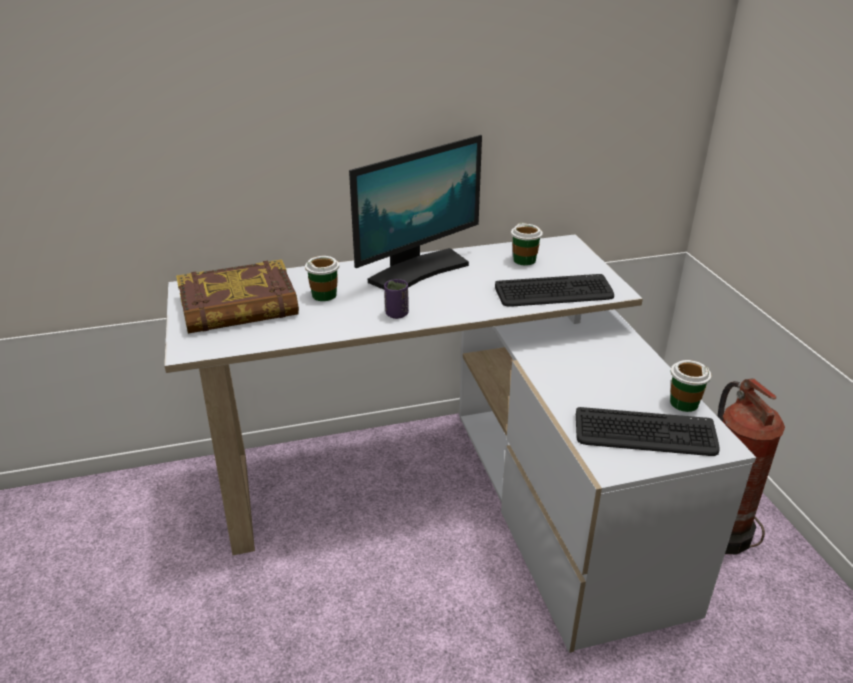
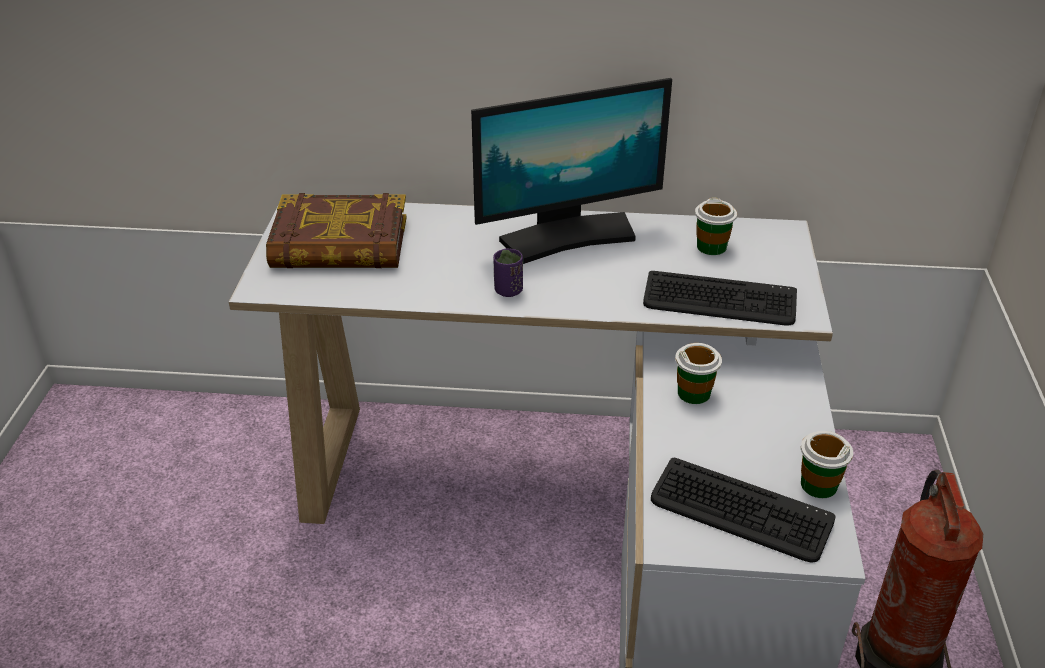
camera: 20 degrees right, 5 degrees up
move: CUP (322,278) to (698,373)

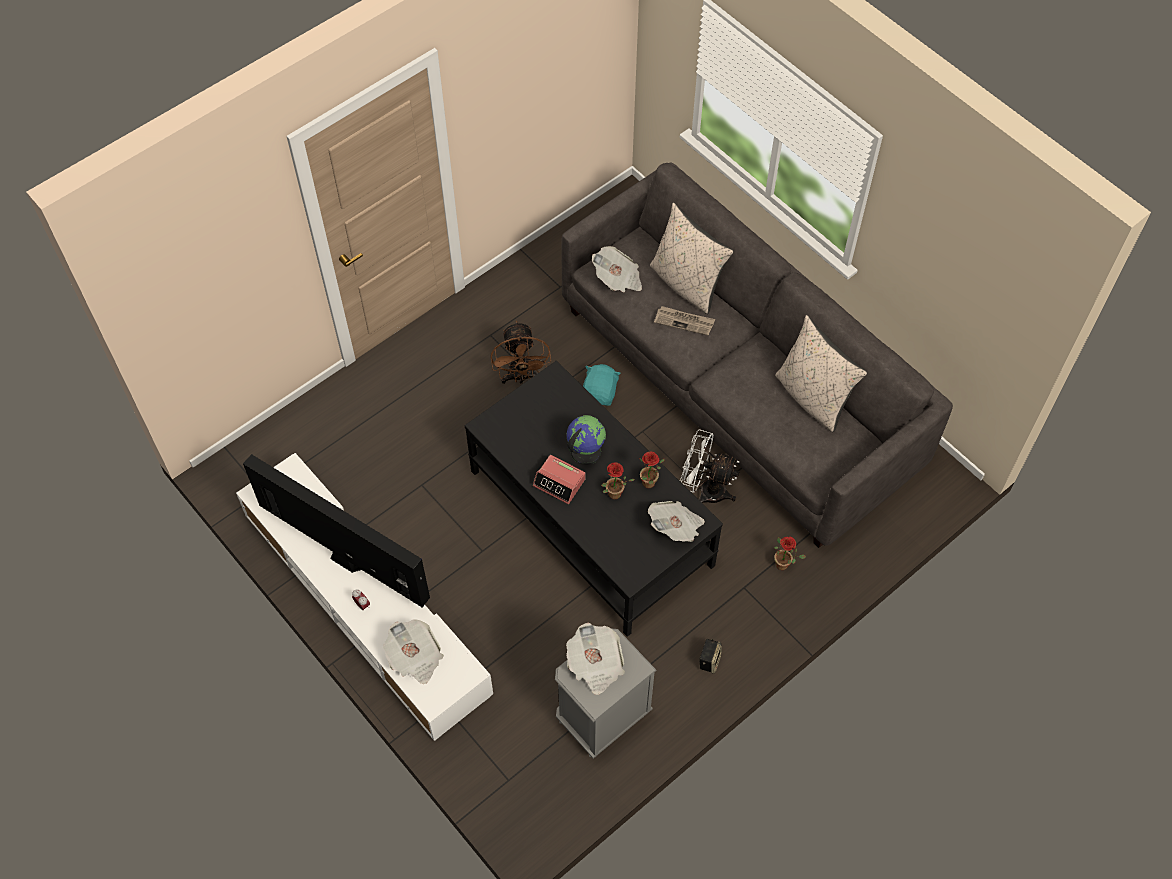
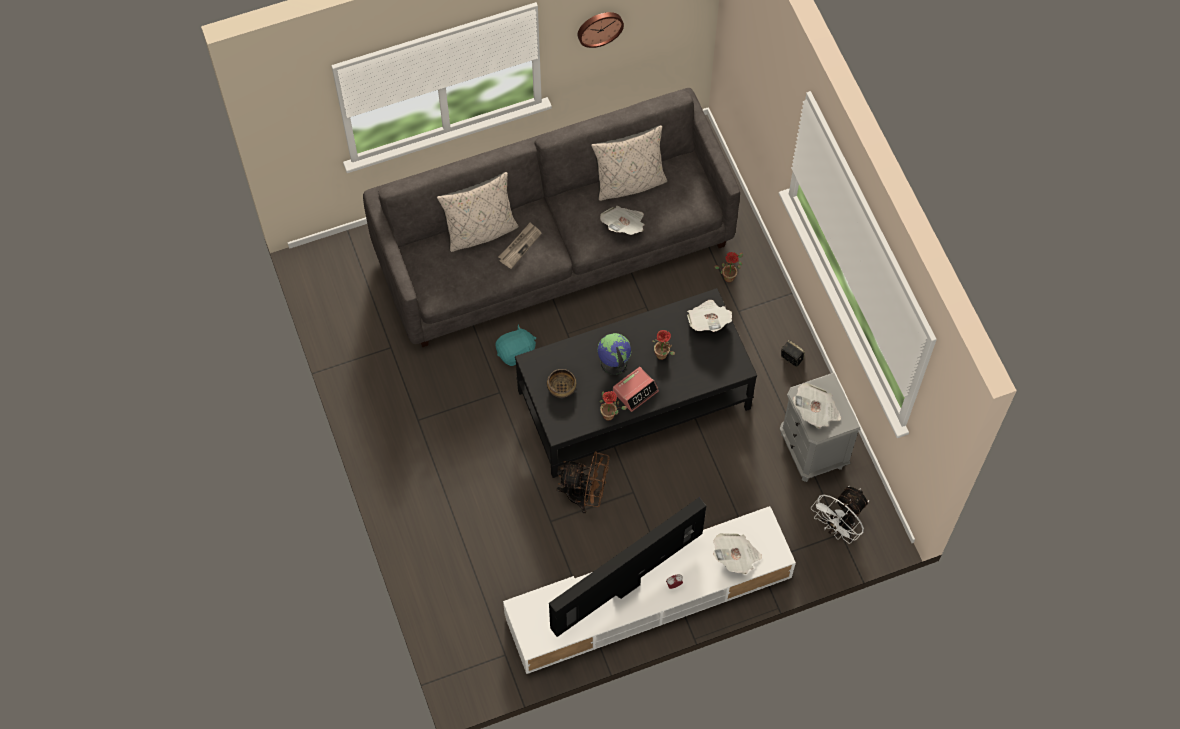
camera: 70 degrees left, 5 degrees up
insert: CLOCK ON THE WALL (601,30); SERVING BOWL (562,383)
move: PRINTED PAPER (617,269) to (622,220); BROWNISH FAN (521,352) to (583,482); WHITE-COLOURED FAN (709,466) to (840,515); PLANT IN A POT (652,470) to (613,406)
rotate: BLUE-GREEN SOFT TOY (602,385) = (516,345) 120 degrees clockwise

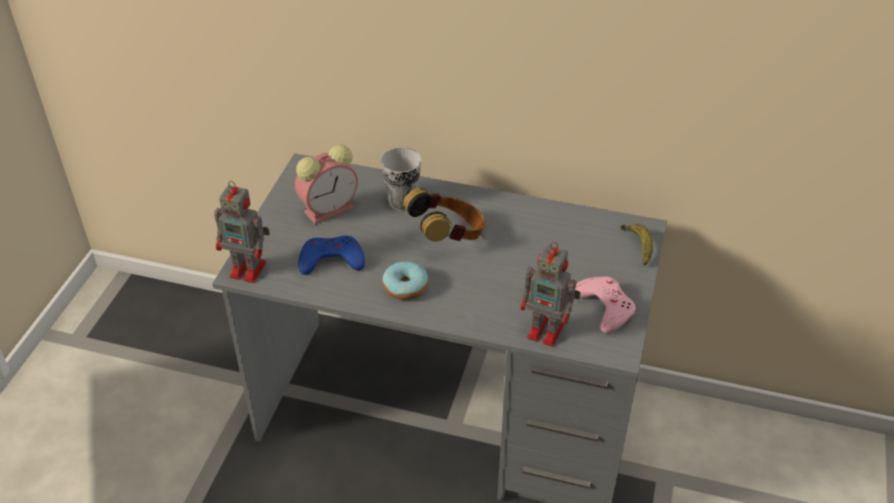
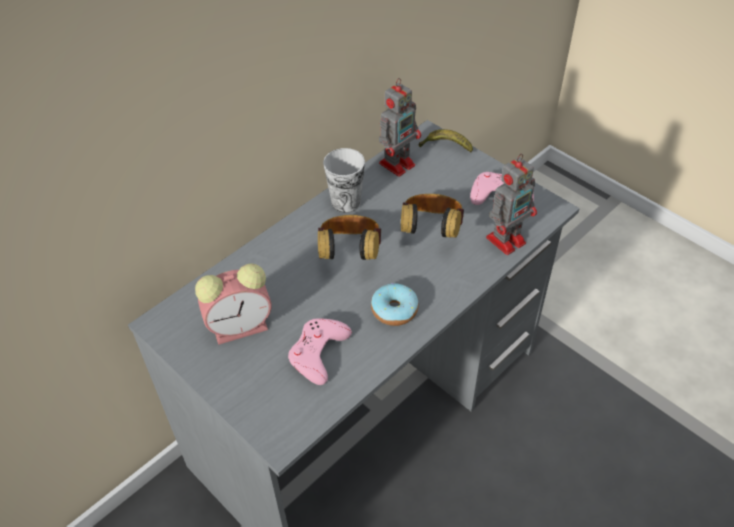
camera: 60 degrees left, 5 degrees up
insert: HEADSET (432,216)
move: CUP (401,179) to (344,180); MODEL ROBOT (242,232) to (400,127)
recolor: BLUE-COLOURED GAMEPAD (331,255) to PINKISH GAMEPAD (320,351)
rotate: TABLE CLOCK (326,185) = (233,304) 75 degrees clockwise

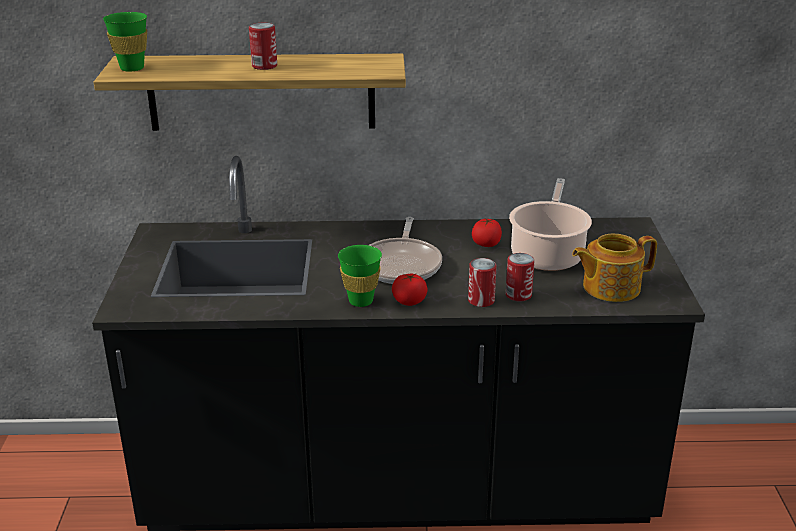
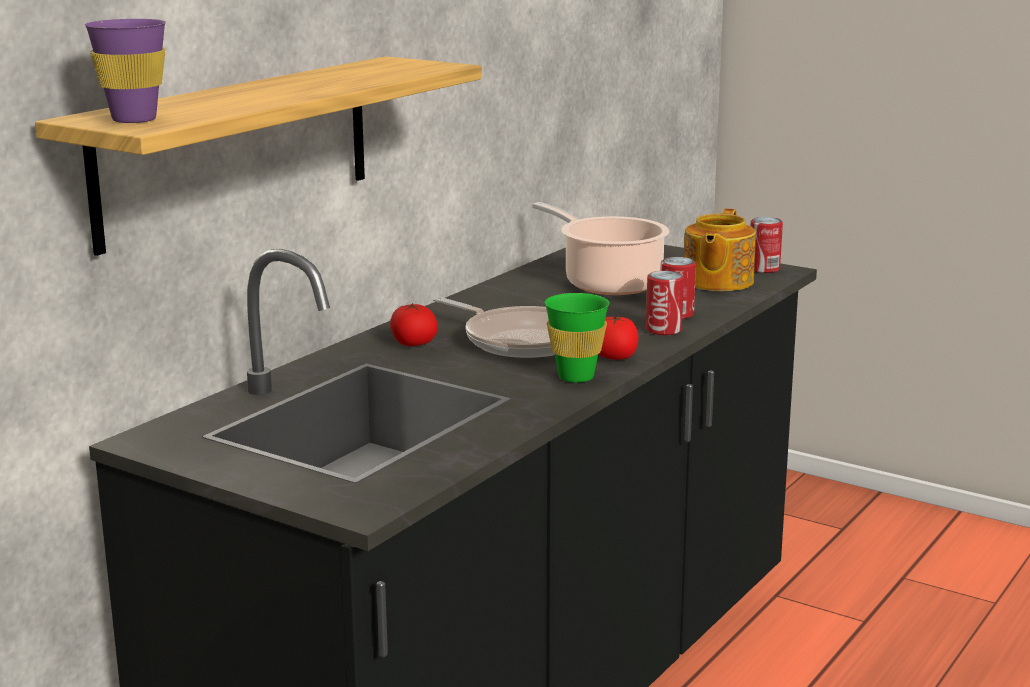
camera: 55 degrees left, 10 degrees down
move: METAL CAN (263,46) to (767,245); WHOLE TOMATO (487,232) to (414,324)
recolor: GREEN-COLOURED CUP (125,42) to PURPLE CUP (125,71)

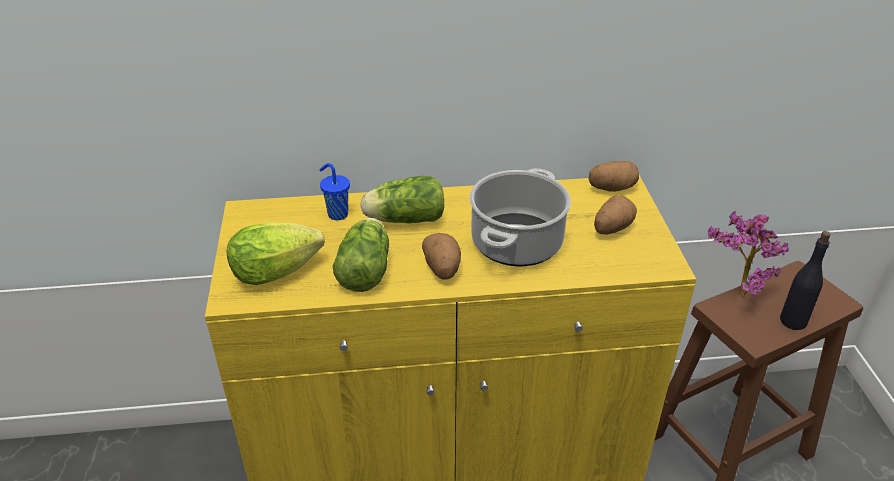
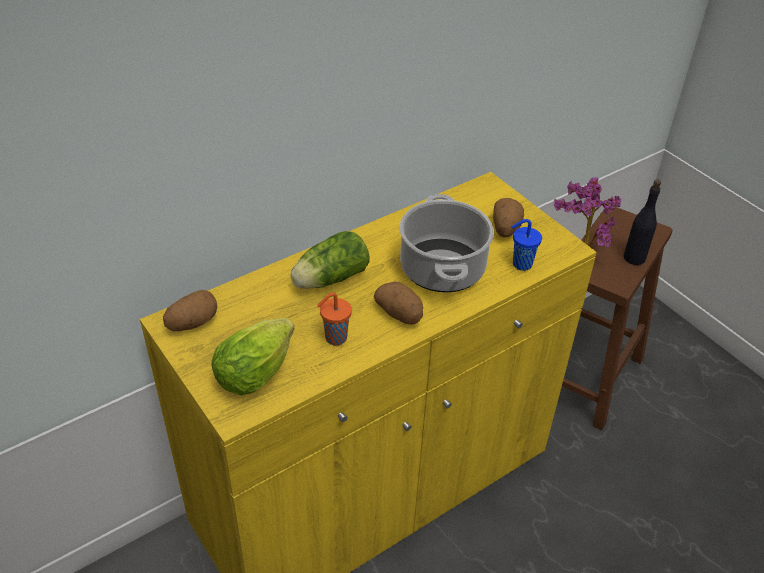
camera: 30 degrees left, 5 degrees up
move: WHOLE POTATO (614,176) to (190,310); BLUE-COLOURED CUP (334,191) to (527,245)
replace: HEAD OF LETTUCE (361,255) to ORANGE CUP (334,319)

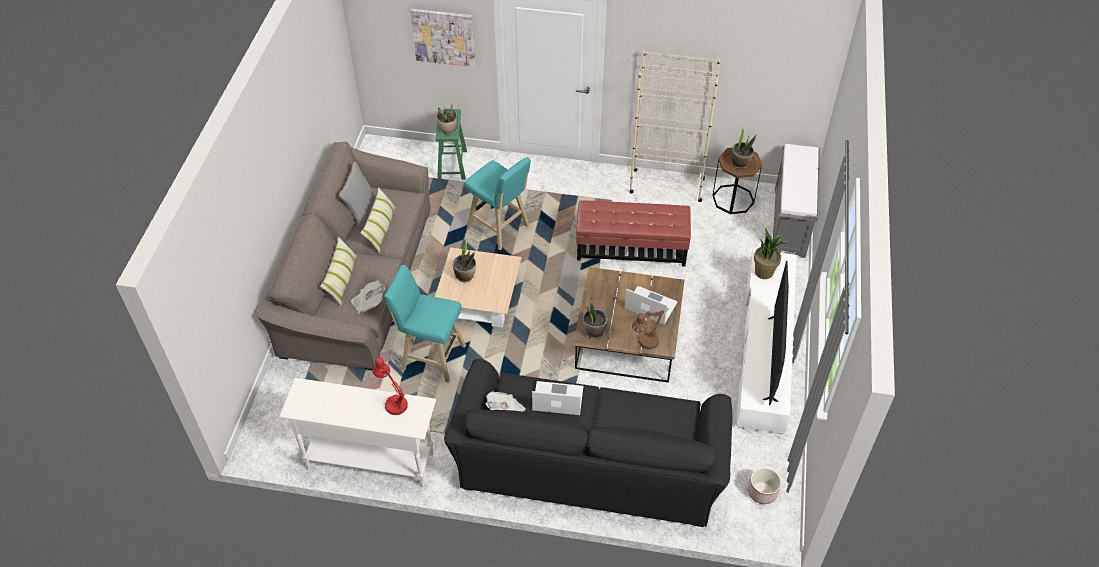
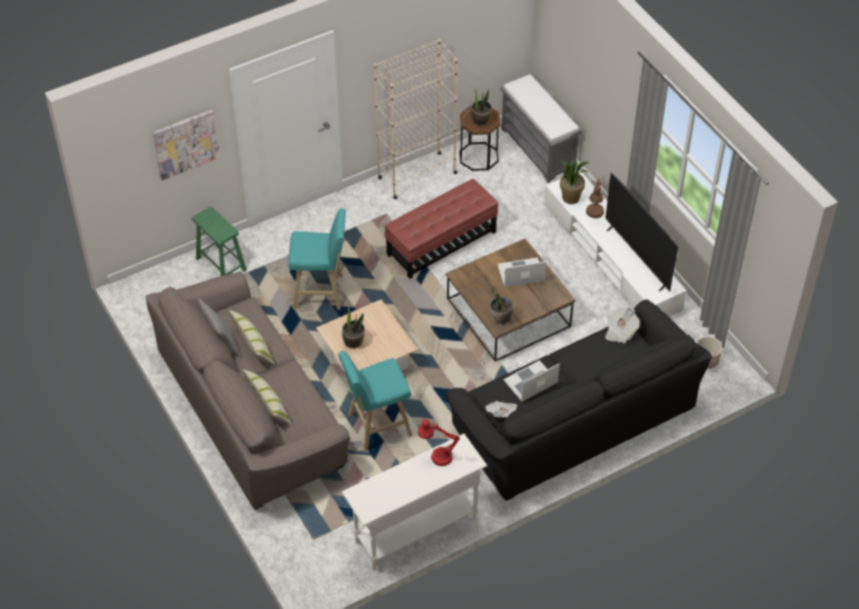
camera: 40 degrees left, 0 degrees up
delete: PLANT IN A POT (447,119)
move: PRINTED PAPER (368,297) to (622,325); BROWNISH LAMP FOR A TABLE (648,329) to (595,198)

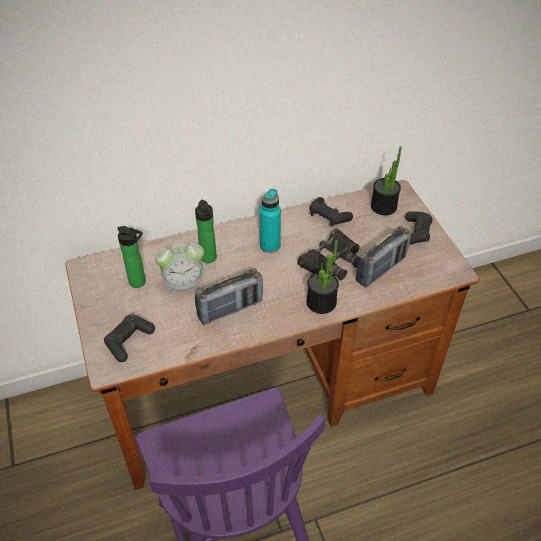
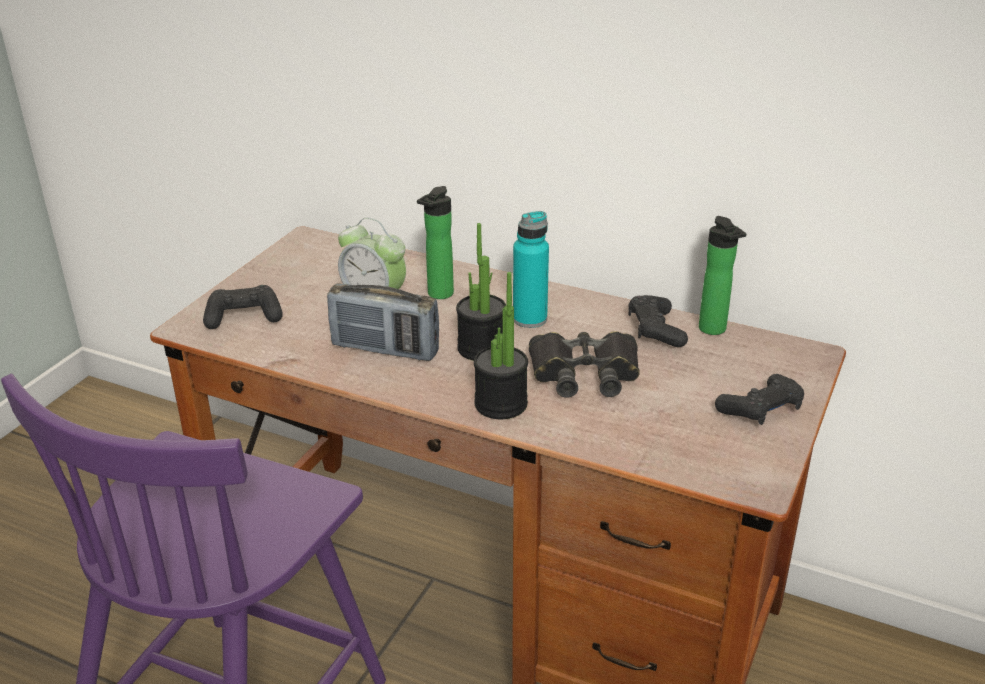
camera: 45 degrees right, 15 degrees down
delete: RADIO SET (383,256)
move: PLANT IN A POT (386,180) to (481,292); BEVERAGE BOTTLE (131,257) to (722,275)

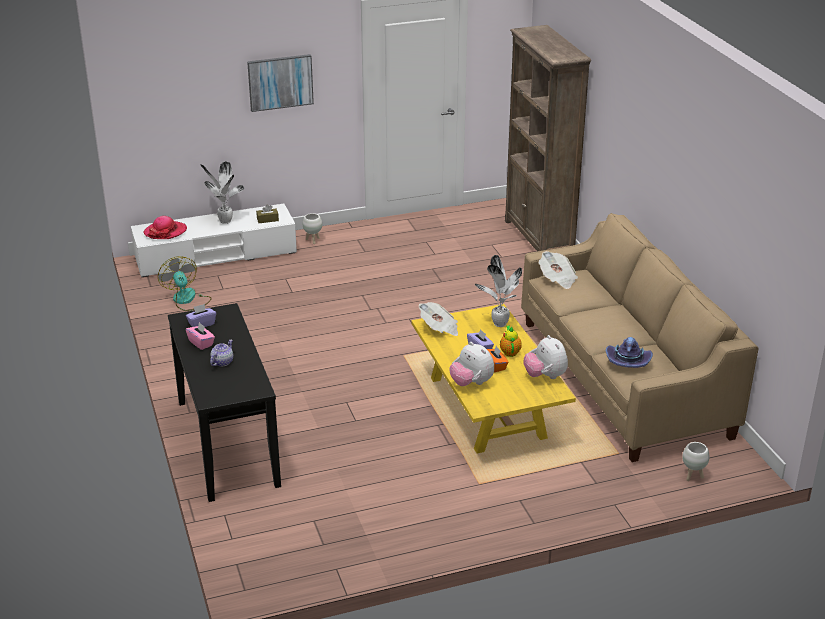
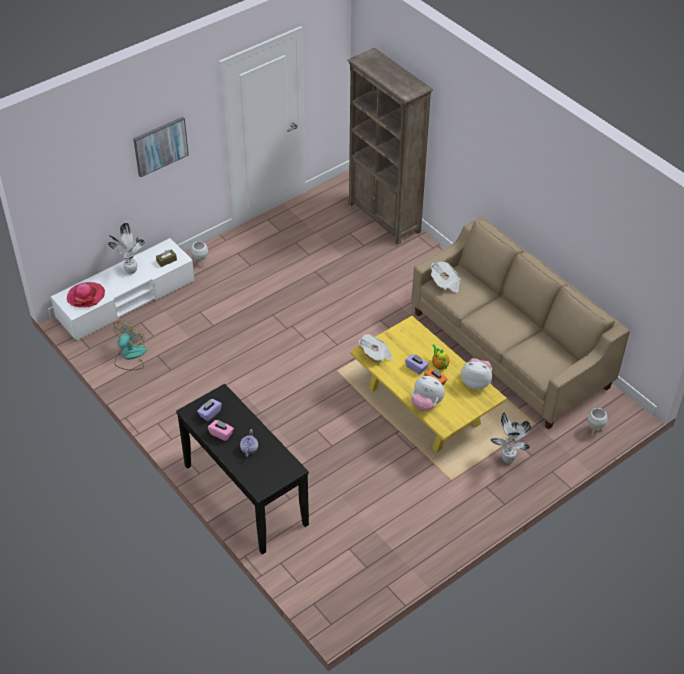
camera: 20 degrees left, 15 degrees up
delete: PURPLE HAT (629,352)
move: PLANT IN A POT (498,291) to (510,437)
rotate: FAN (185,283) = (130,345) 75 degrees clockwise; SOFT TOY (546,357) = (476,374) 150 degrees clockwise

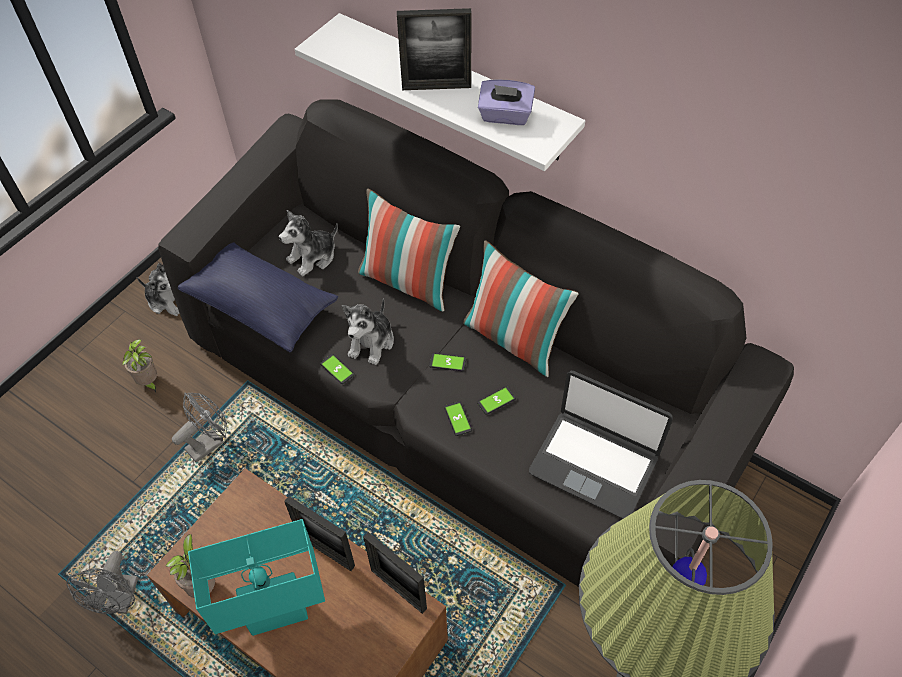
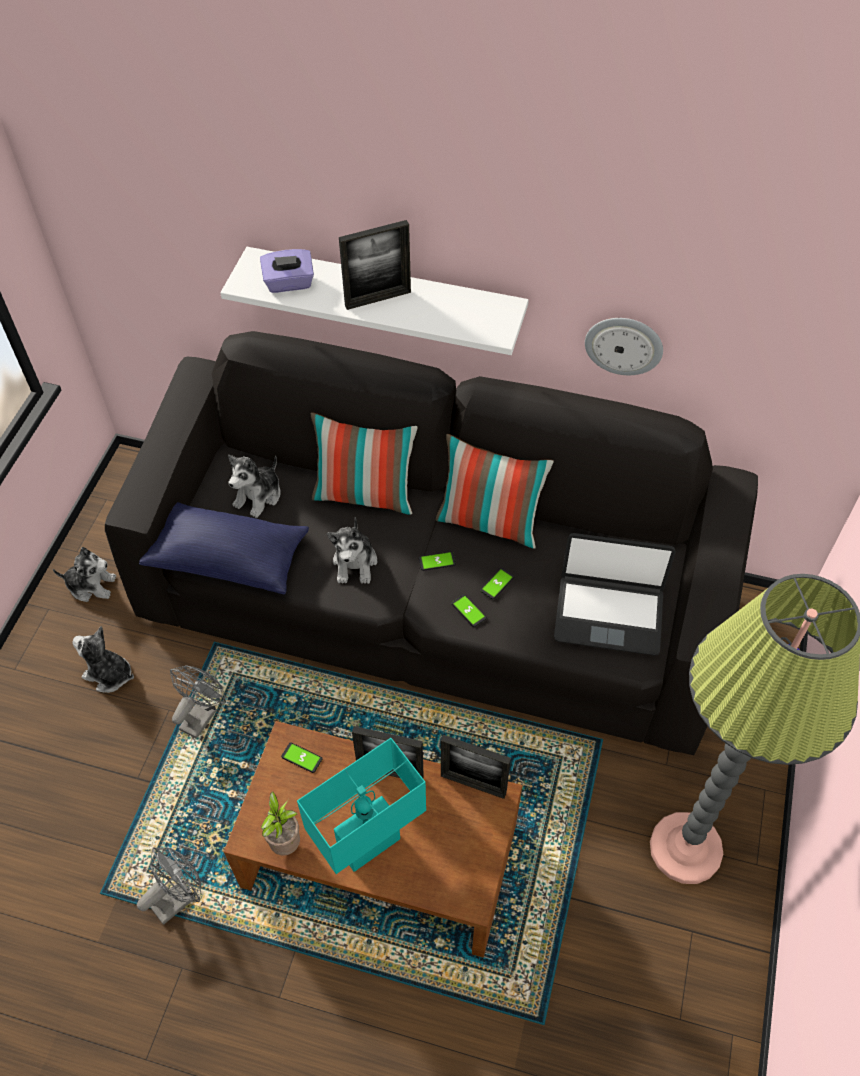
camera: 20 degrees left, 0 degrees up
insert: CLOCK ON THE WALL (624,346)
move: PURPLE TISSUE BOX (506,102) to (287,271); HANDSET (337,369) to (301,757)
replace: PLANT IN A POT (139,366) to SOFT TOY (103,659)
rotate: GRAY FAN (102,582) = (169,886) 120 degrees counterclockwise

